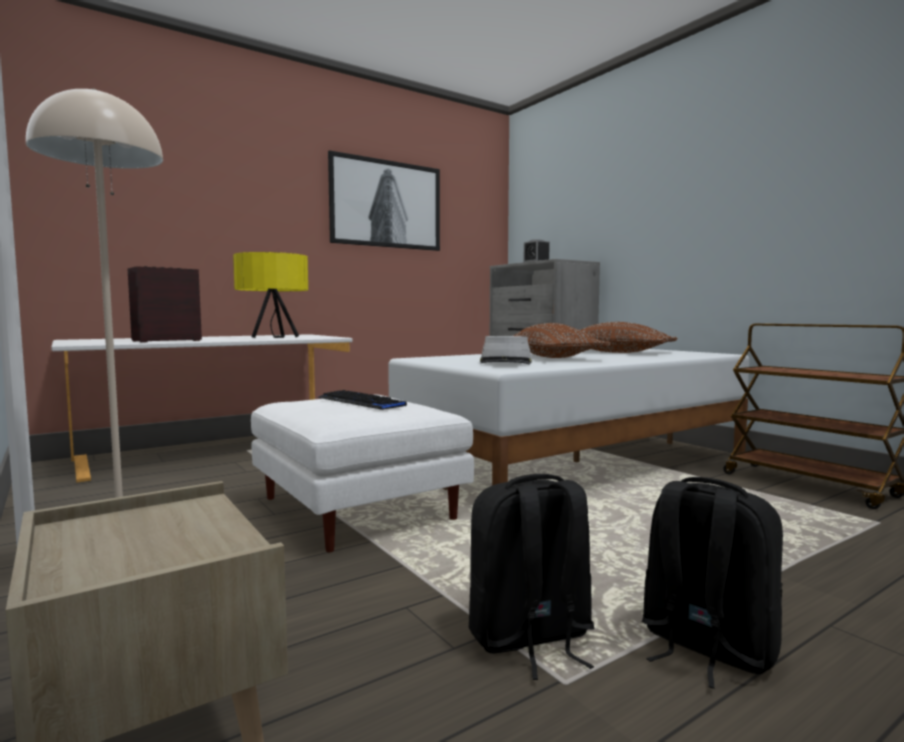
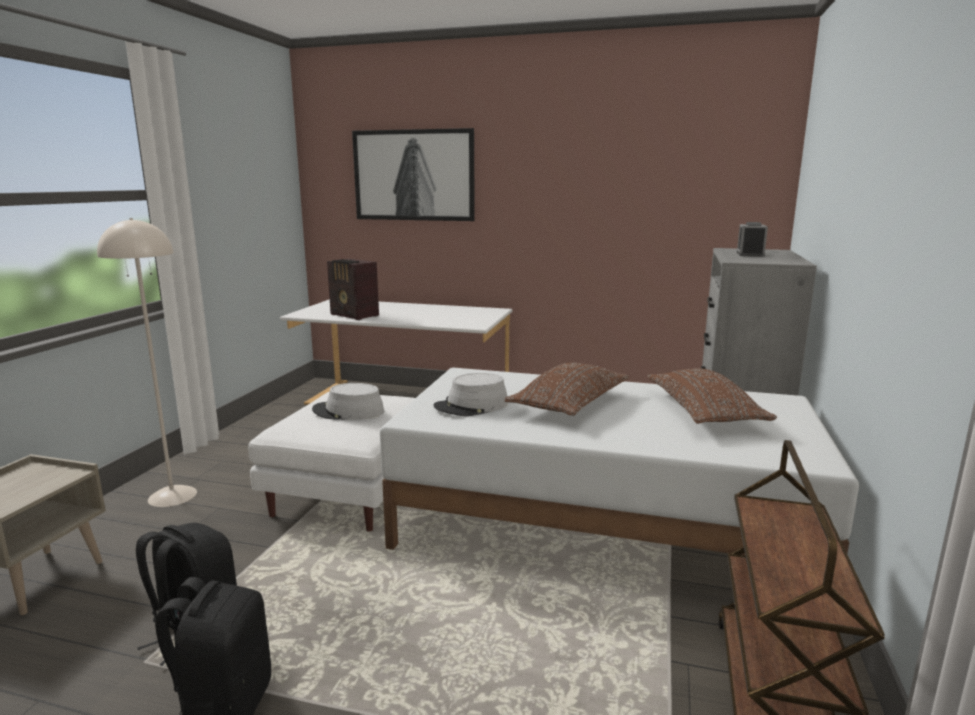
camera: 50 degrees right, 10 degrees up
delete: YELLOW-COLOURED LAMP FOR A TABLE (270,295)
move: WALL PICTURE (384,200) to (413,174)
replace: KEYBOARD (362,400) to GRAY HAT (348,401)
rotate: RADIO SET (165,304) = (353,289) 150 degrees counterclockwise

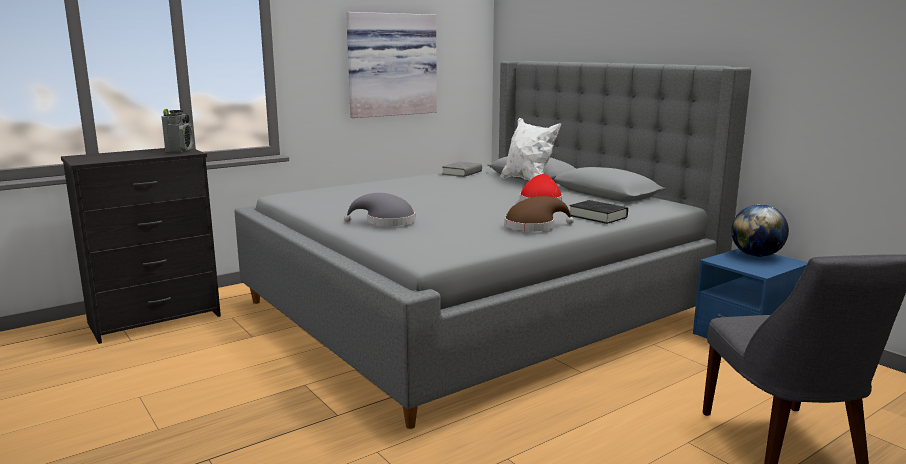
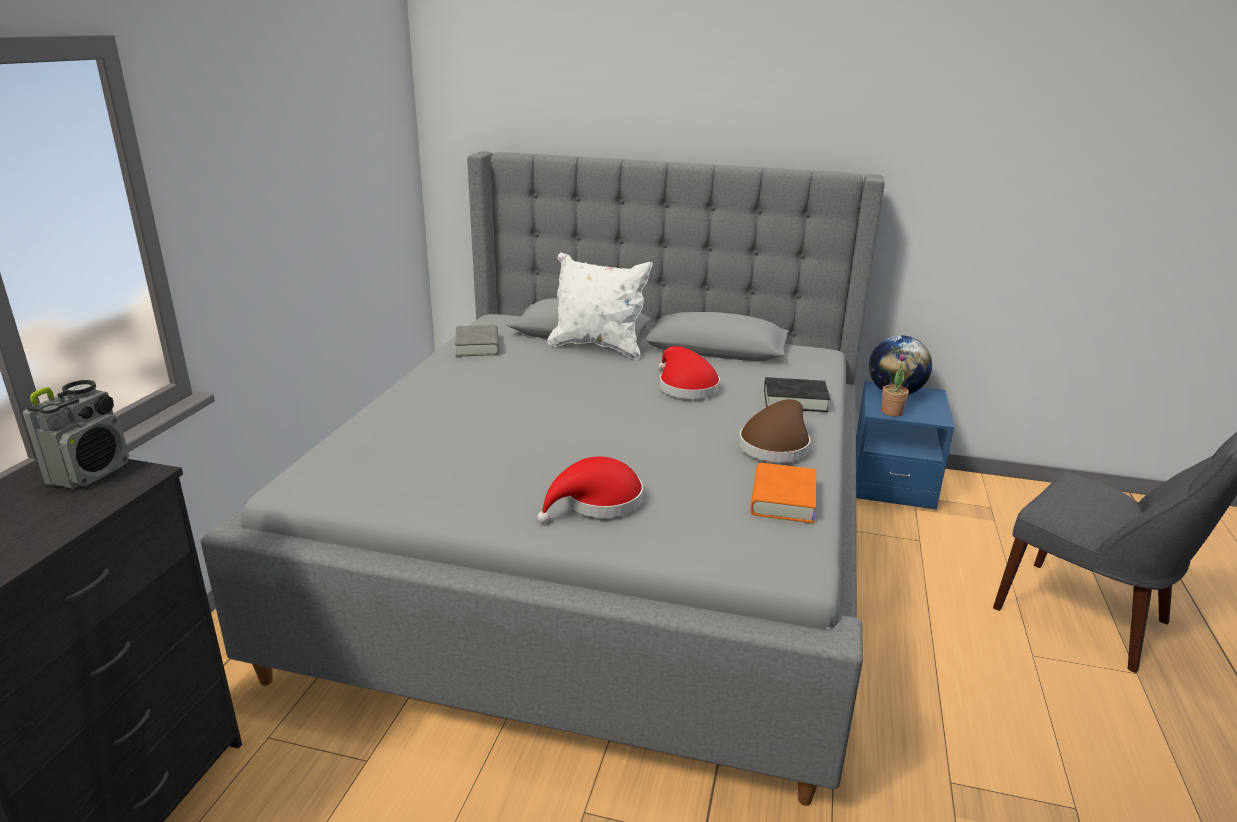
camera: 40 degrees left, 10 degrees up
delete: WALL PICTURE (391,65)
insert: PLANT IN A POT (895,385); ORANGE BOUND BOOK (783,493)
recolor: GRAY HAT (379,209) to REDDISH HAT (590,490)
rotate: RADIO SET (178,131) = (76,434) 60 degrees clockwise

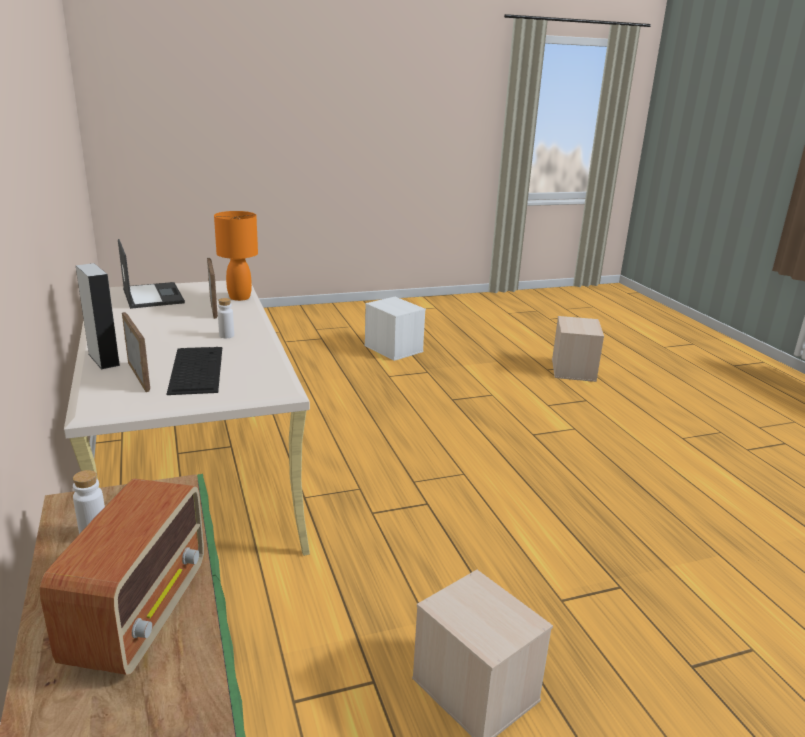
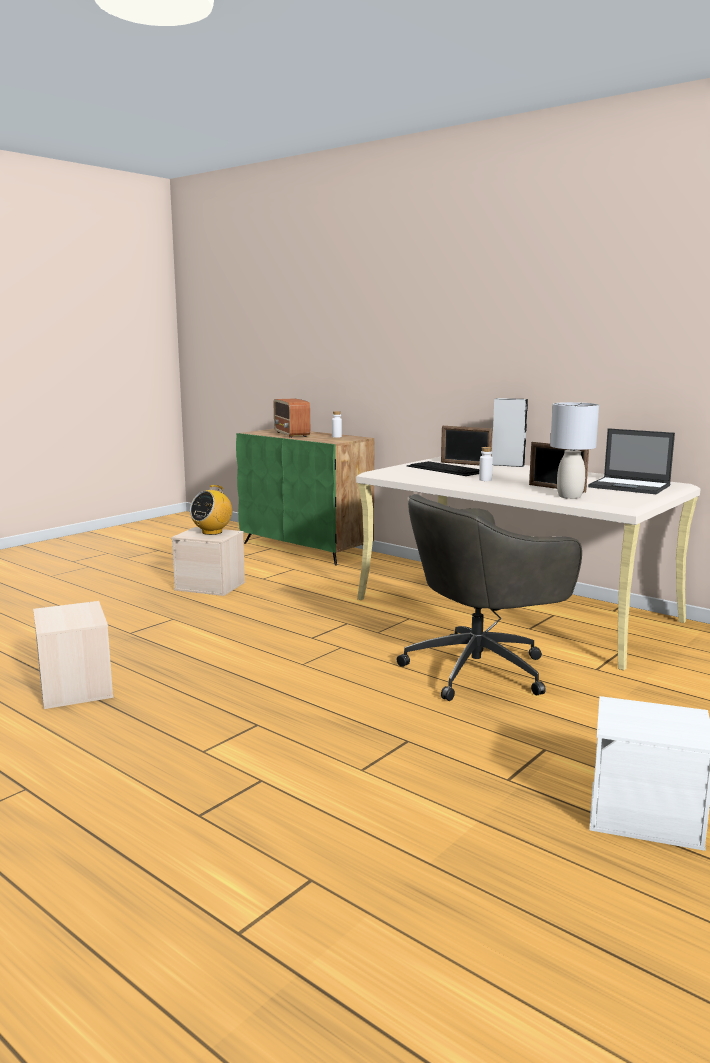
camera: 150 degrees right, 10 degrees down
insert: RADIO SET (211,510); GRAY COMPUTER CHAIR (489,597)
move: SAND-COLOURED STORAGE BIN (578,349) to (73,655)
recolor: ORANGE LAMP FOR A TABLE (236,256) to GRAY LAMP FOR A TABLE (574,450)

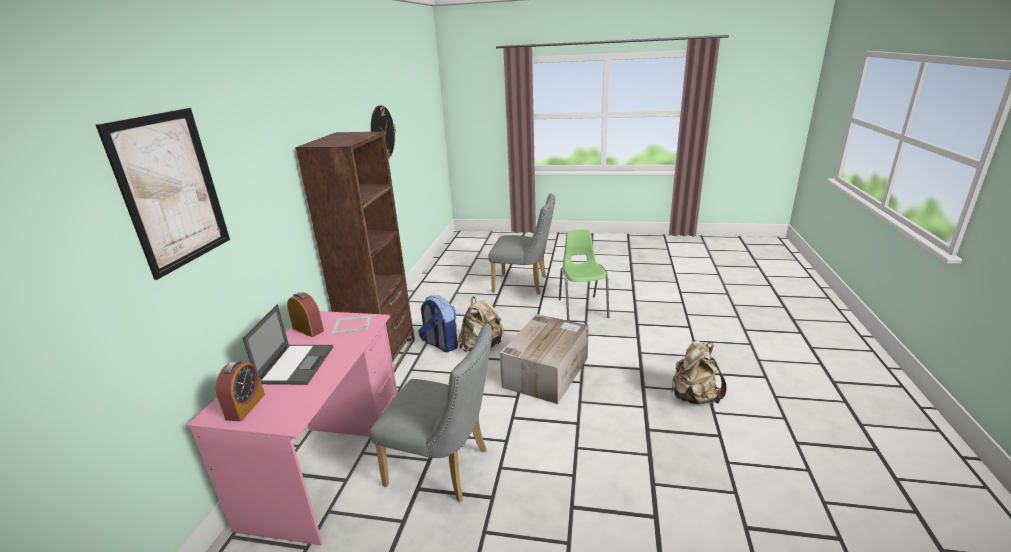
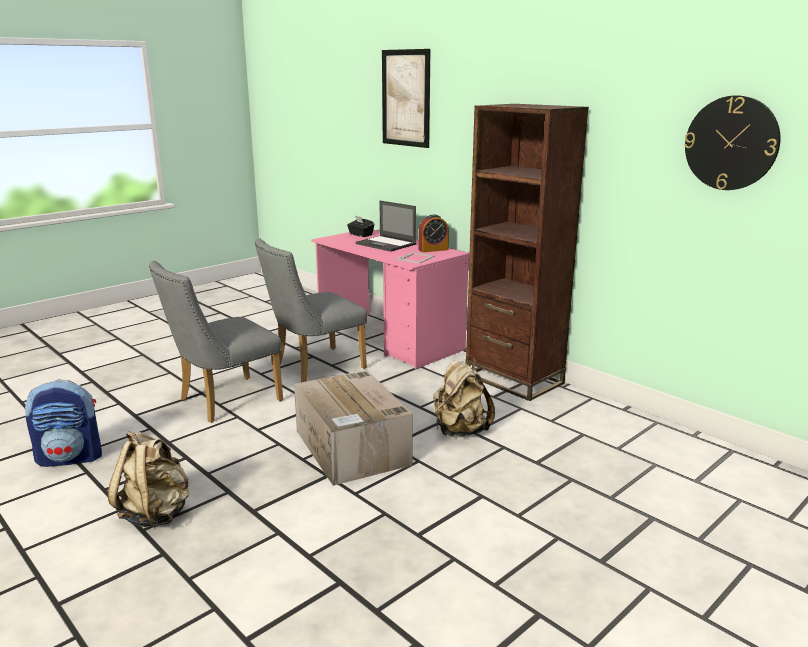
camera: 125 degrees right, 5 degrees down
delete: GREEN-COLOURED UPRIGHT CHAIR (584,275)
move: GRAY UPRIGHT CHAIR (522,244) to (216,342); RUCKSACK (438,323) to (63,423)
replace: TABLE CLOCK (240,391) to BLACKISH TISSUE BOX (360,226)

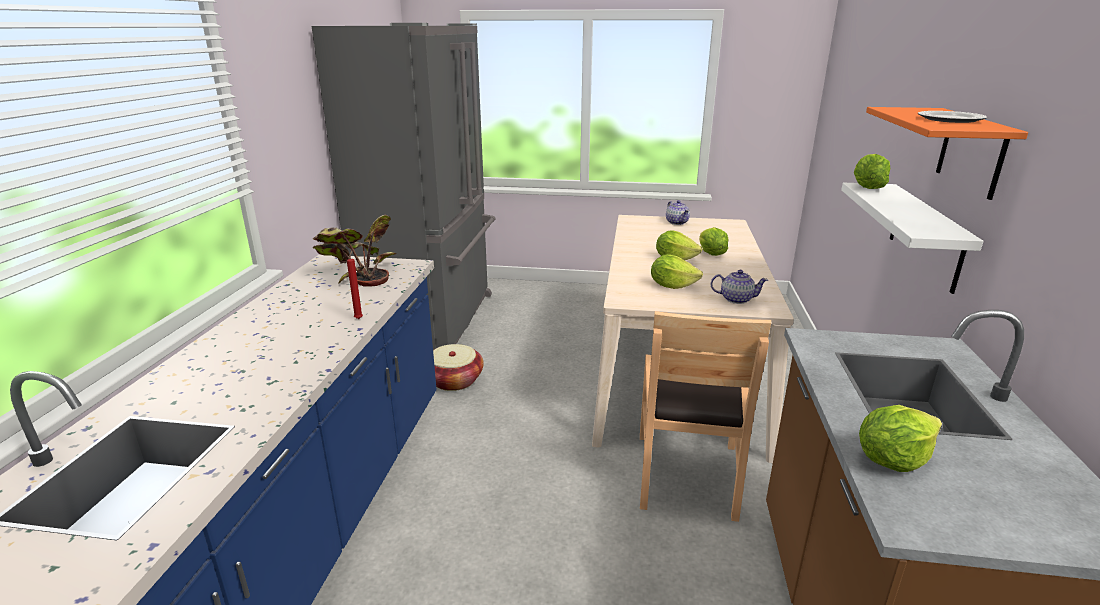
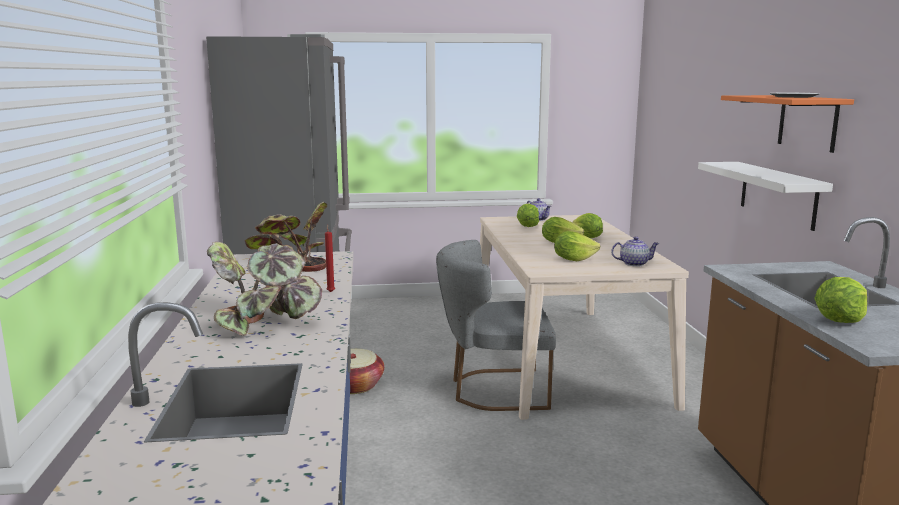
camera: 15 degrees left, 10 degrees down
delete: BROWNISH UPRIGHT CHAIR (705,416)
insert: GRAY UPRIGHT CHAIR (496,325); PLANT IN A POT (264,289)
move: HEAD OF LETTUCE (872,171) to (528,215)

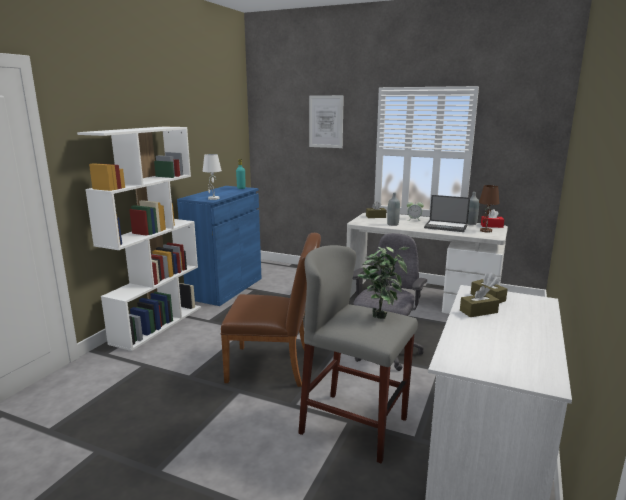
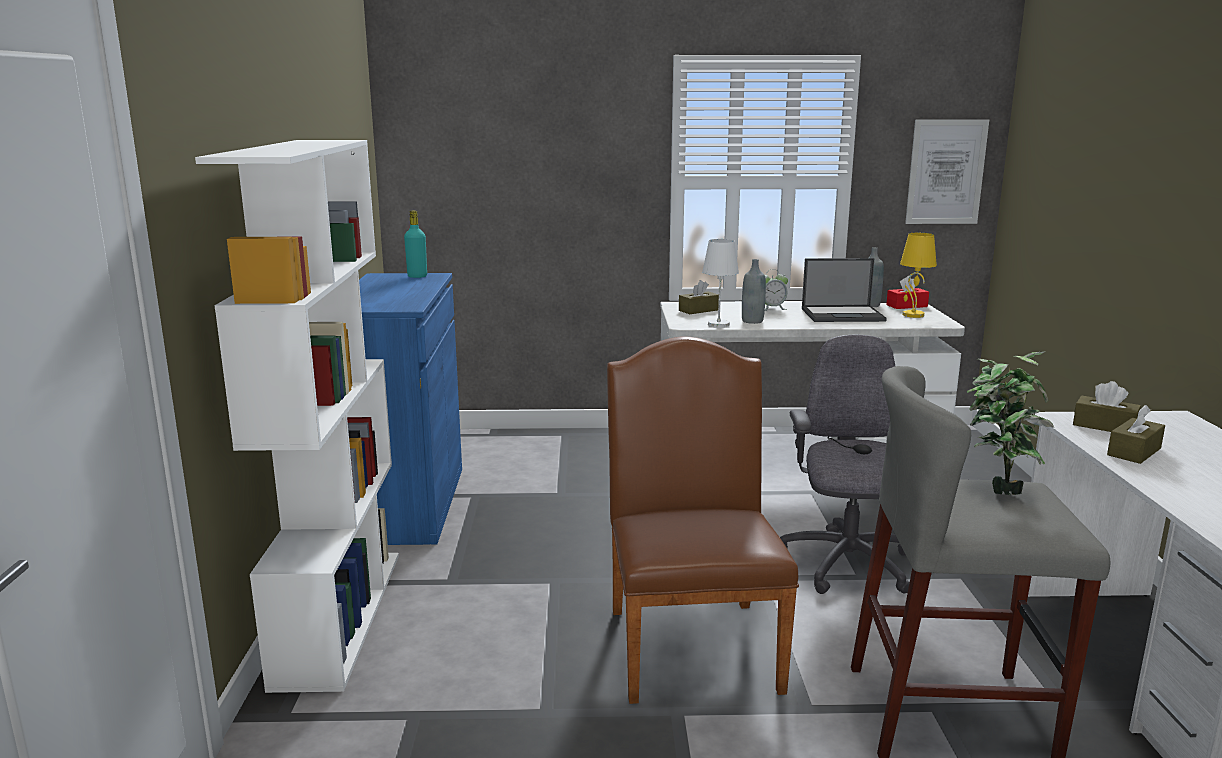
camera: 25 degrees left, 0 degrees up
move: WALL PICTURE (326,121) to (947,171); WHITE-COLOURED LAMP FOR A TABLE (212,177) to (720,283)
recolor: BROWNISH LAMP FOR A TABLE (489,209) to YELLOW-COLOURED LAMP FOR A TABLE (918,275)
rotate: BROWNISH UPRIGHT CHAIR (271,310) = (703,520) 75 degrees counterclockwise

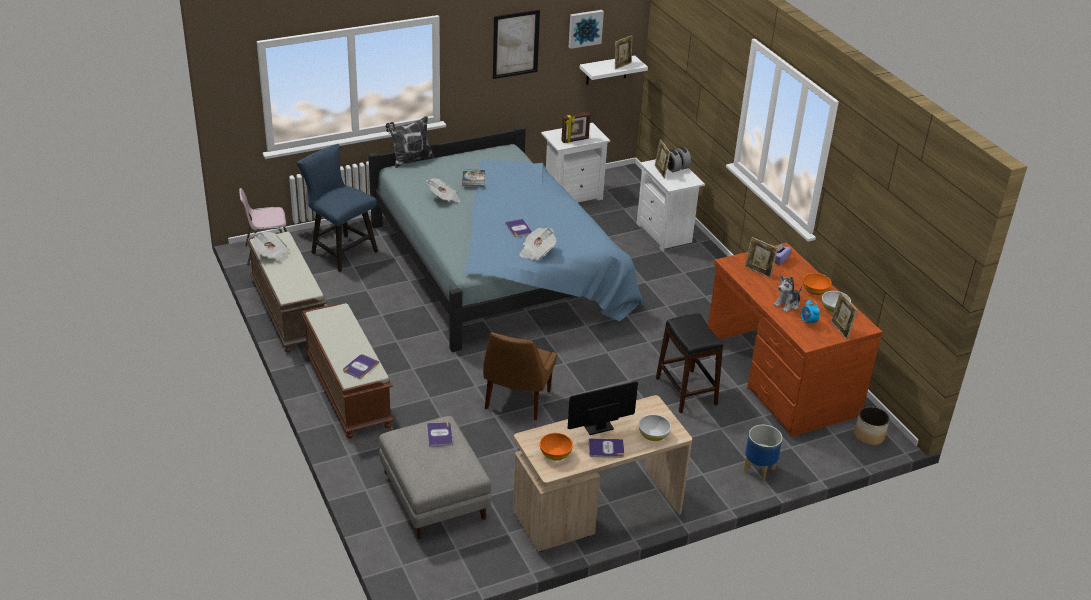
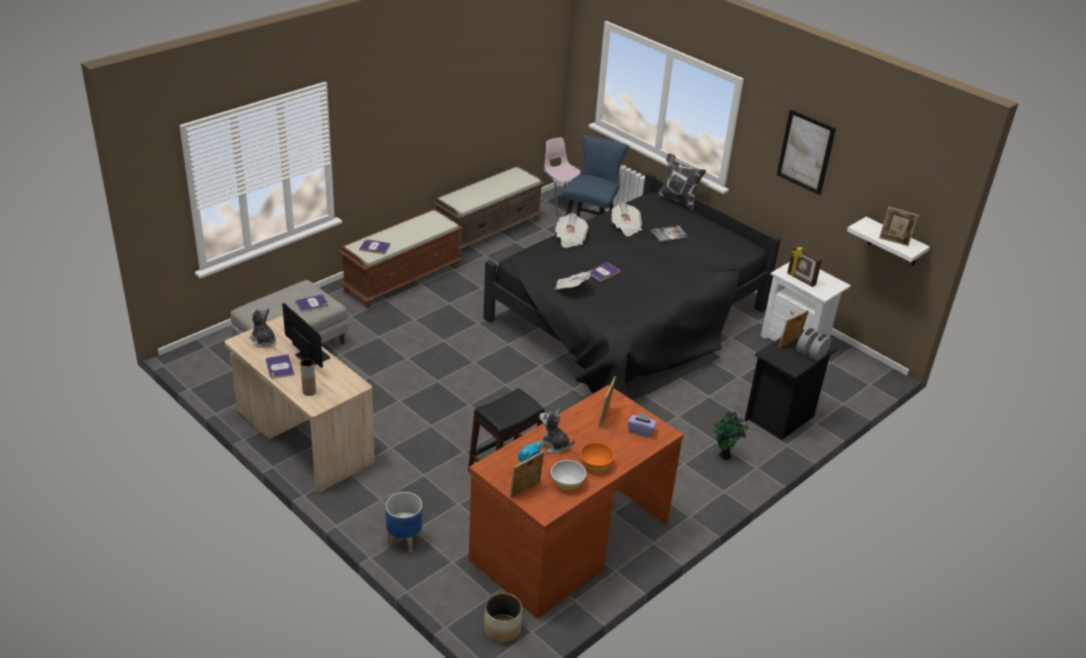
camera: 70 degrees right, 0 degrees up
delete: WALL PICTURE (586,29); BROWNISH UPRIGHT CHAIR (520,376)
insert: PLANT IN A POT (731,435)
move: PRINTED PAPER (271,247) to (571,230)
replace: WHITE-COLOURED SERVING BOWL (655,427) to BROWNISH DECORATIVE VASE (308,377); ORANGE SERVING BOWL (556,446) to SOFT TOY (262,328)
recolor: BLUE-COLOURED SLEEPING BED (506,239) to BLACKISH SLEEPING BED (632,286); WHITE-COLOURED BEDSIDE TABLE (671,205) to BLACKISH BEDSIDE TABLE (790,385)

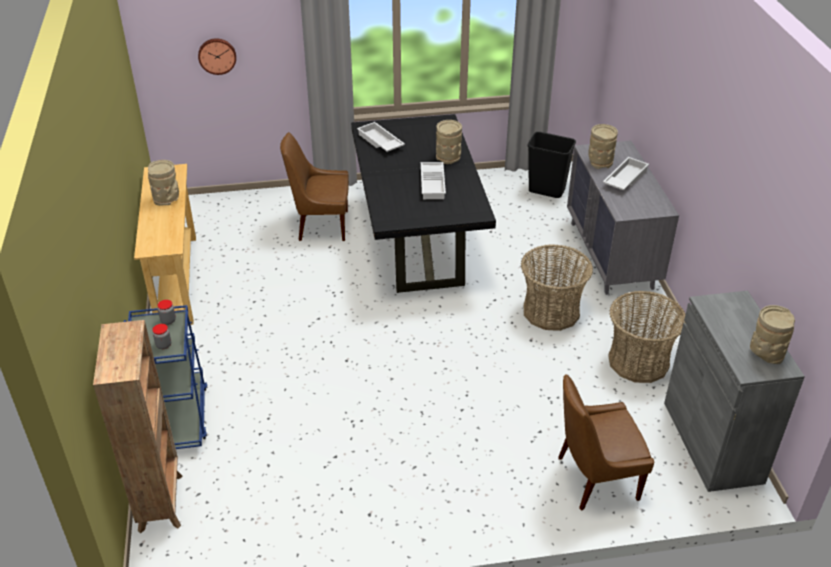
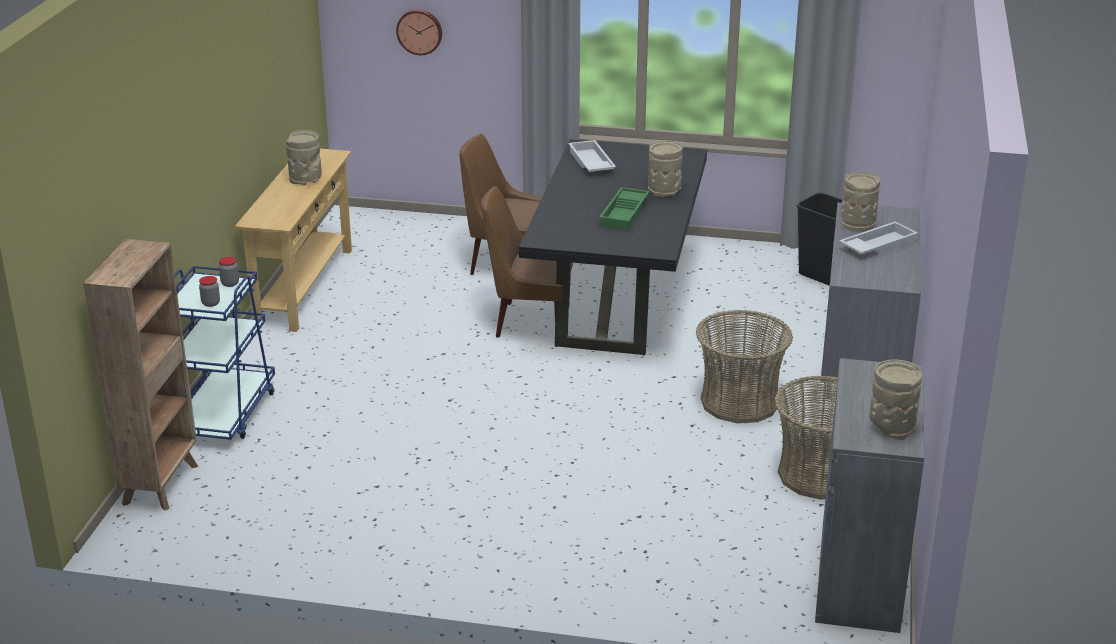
camera: 20 degrees right, 10 degrees down
move: BROWNISH UPRIGHT CHAIR (606,442) to (527,262)
recolor: WHITE-COLOURED TRAY (433,180) to GREEN-COLOURED TRAY (624,208)

